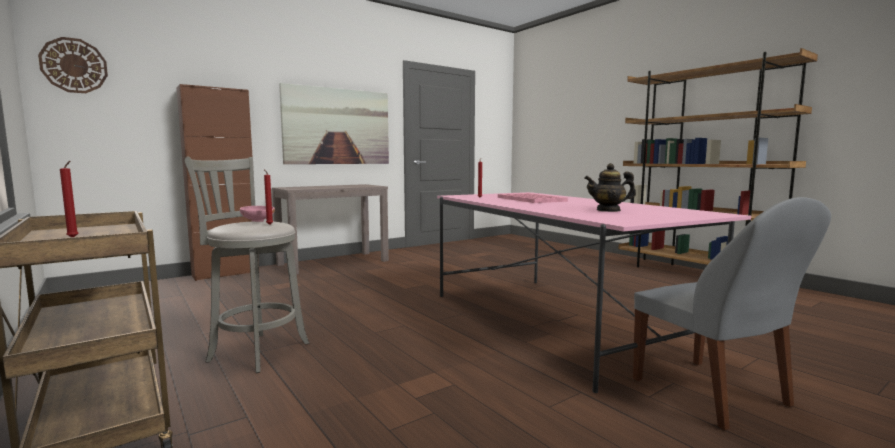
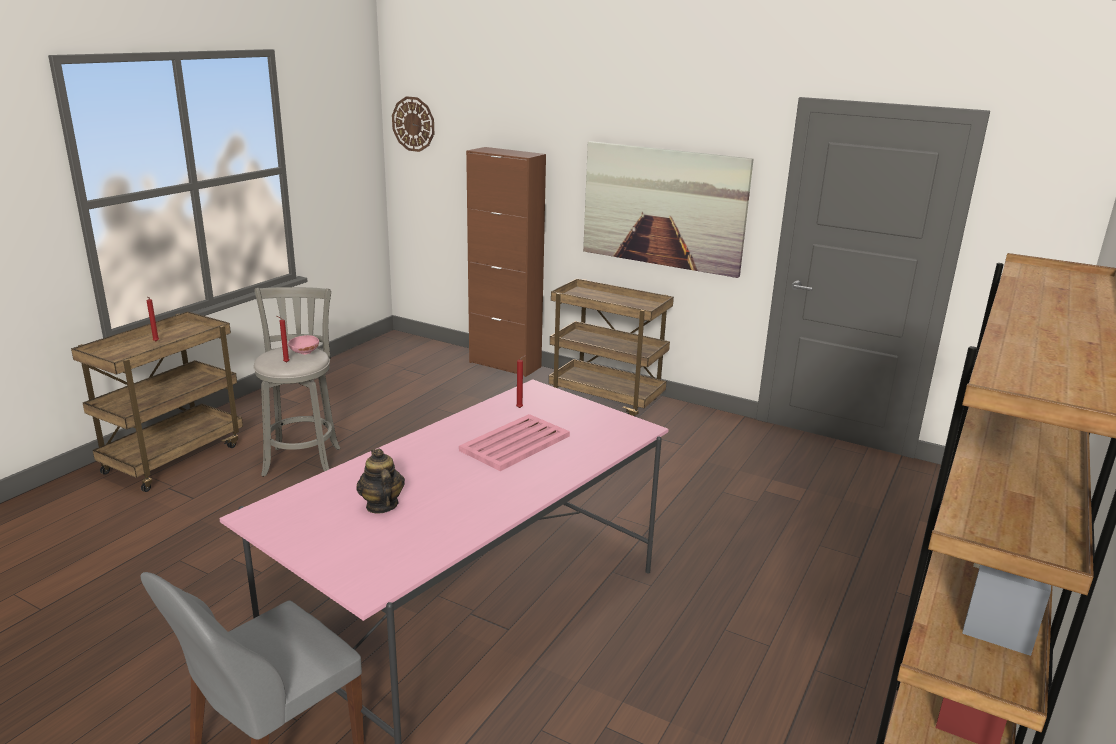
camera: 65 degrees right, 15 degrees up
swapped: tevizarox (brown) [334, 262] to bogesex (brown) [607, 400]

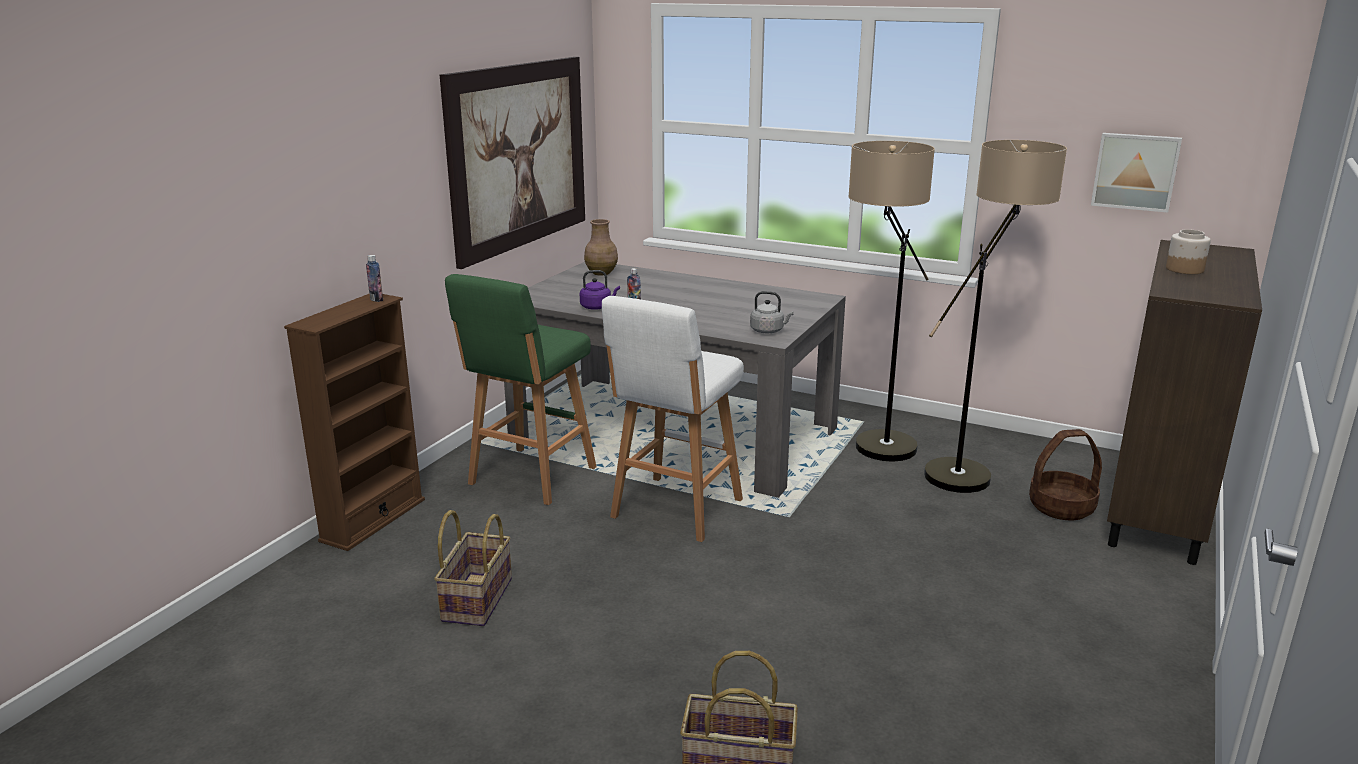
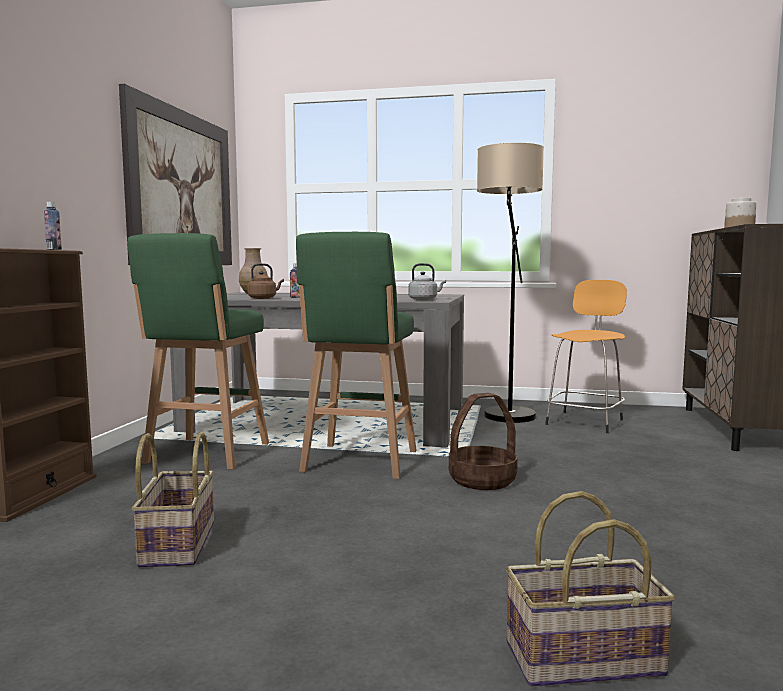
camera: 15 degrees left, 15 degrees down
gone: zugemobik [1135, 171]
shifted: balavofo [1061, 507] to [482, 480]
swapped: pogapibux [971, 469] to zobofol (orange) [585, 421]
repainted: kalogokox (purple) [597, 307] to kalogokox (brown) [263, 298]; zobofol (white) [674, 510] to zobofol (green) [359, 462]

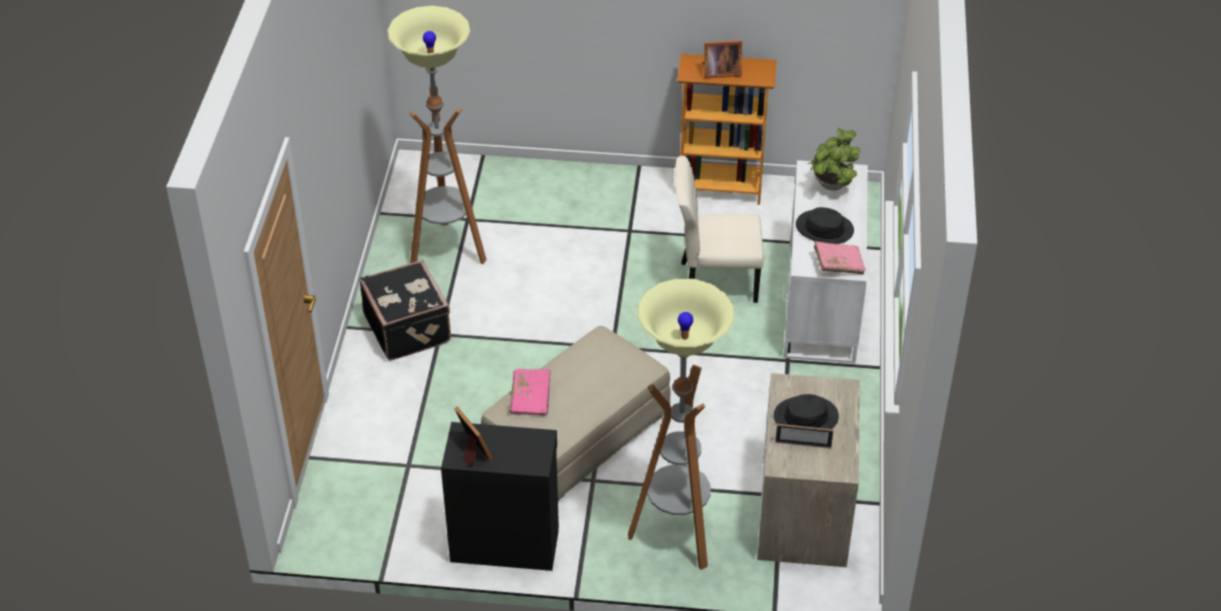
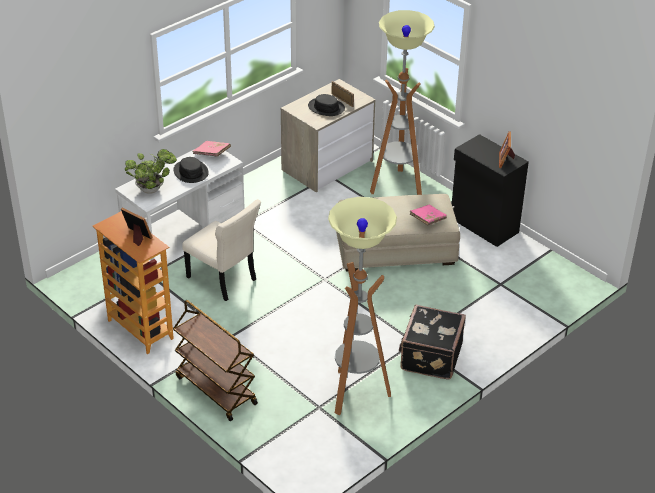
camera: 140 degrees left, 5 degrees down
new: bogesex (brown) [215, 390]

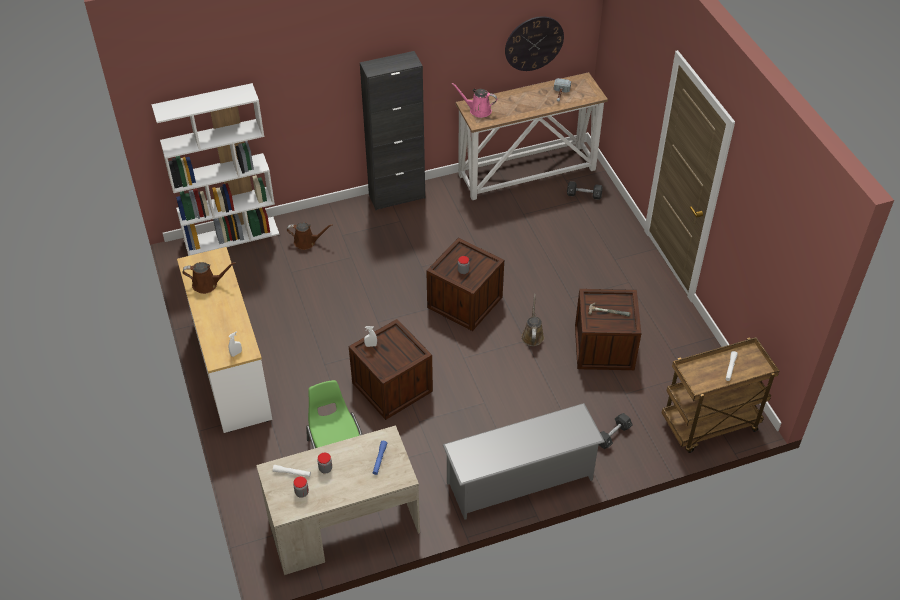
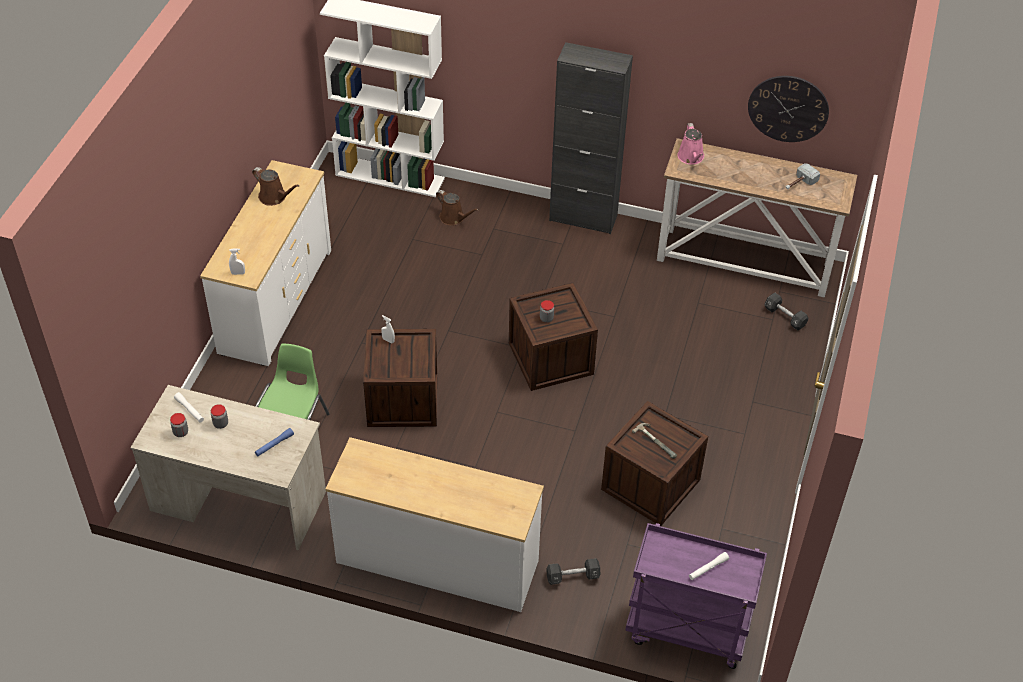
camera: 35 degrees right, 0 degrees up
gone: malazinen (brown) [532, 335]
swapped: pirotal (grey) [520, 481] to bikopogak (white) [437, 562]
repainted: bogesex (brown) [709, 426] to bogesex (purple) [685, 631]
rotated: malazinen (pink) [478, 110] = [691, 157] 150 degrees counterclockwise

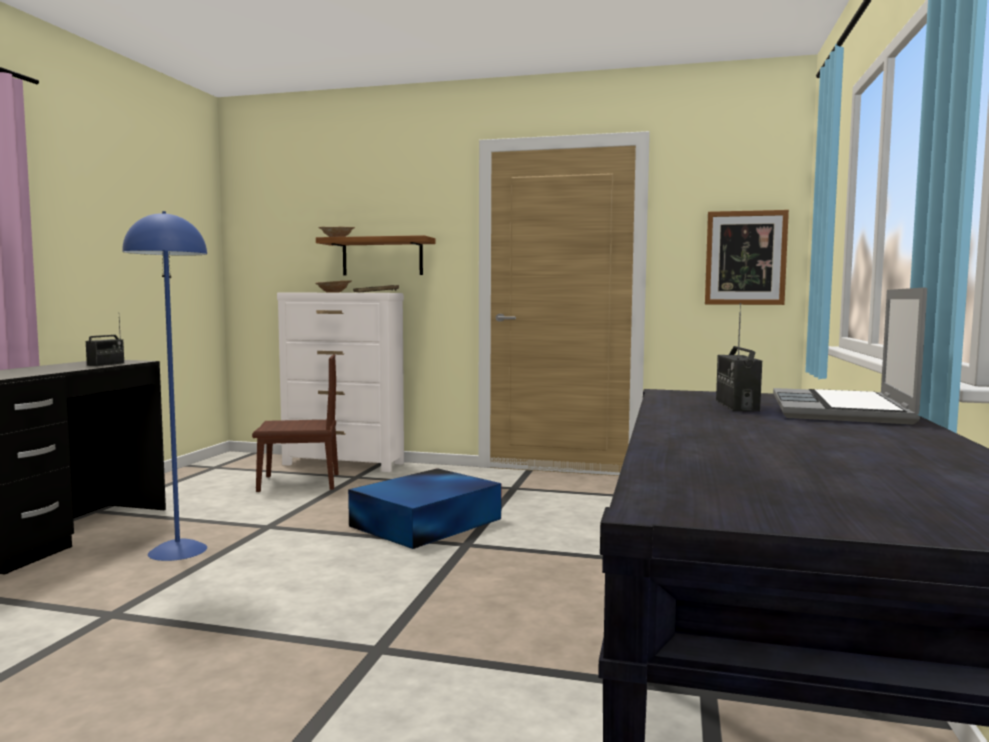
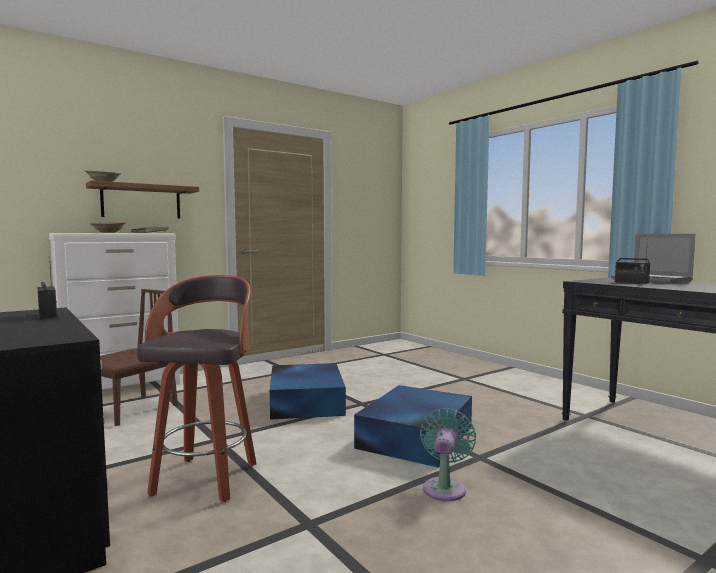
camera: 50 degrees left, 0 degrees up
gone: zugemobik [745, 258]
new: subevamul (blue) [414, 437]; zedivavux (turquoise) [445, 487]
swapped: pogapibux (blue) [178, 551] to zobofol [206, 478]

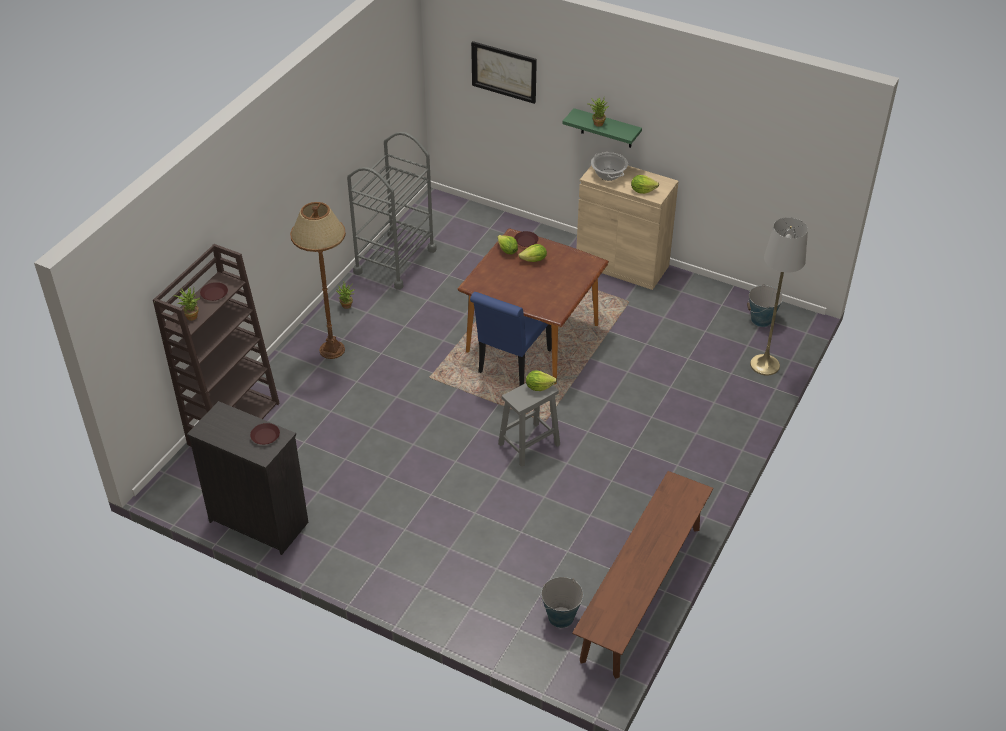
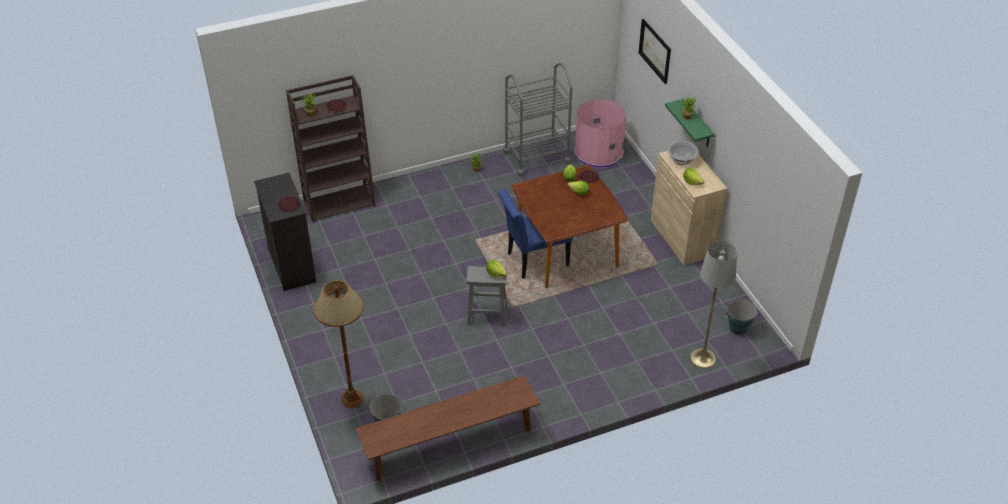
camera: 40 degrees right, 0 degrees up
new: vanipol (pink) [598, 153]
shifted: pogapibux (brown) [332, 350] to [352, 399]

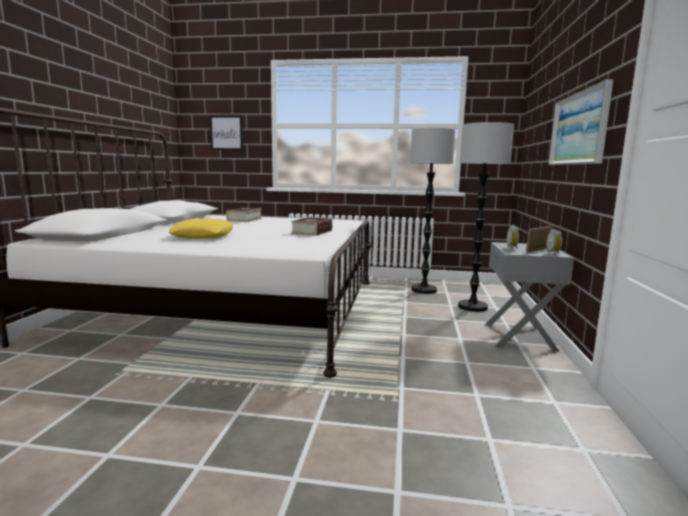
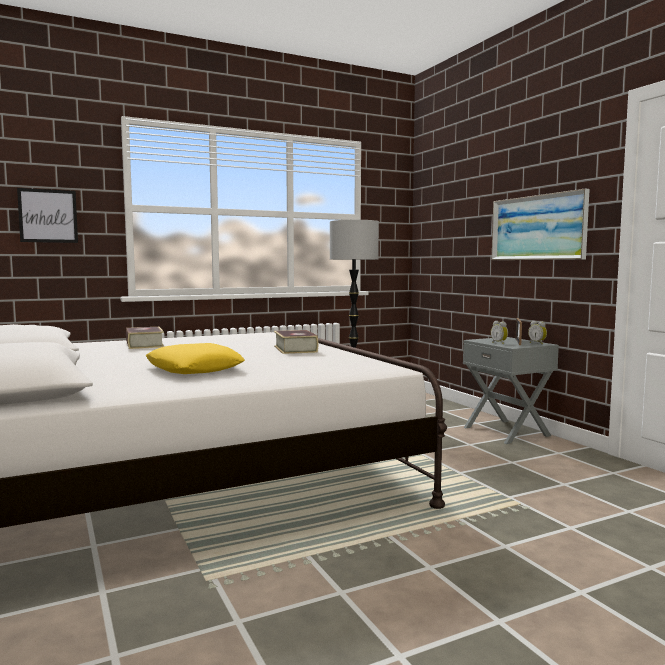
camera: 35 degrees left, 5 degrees down
gone: pogapibux [473, 307]

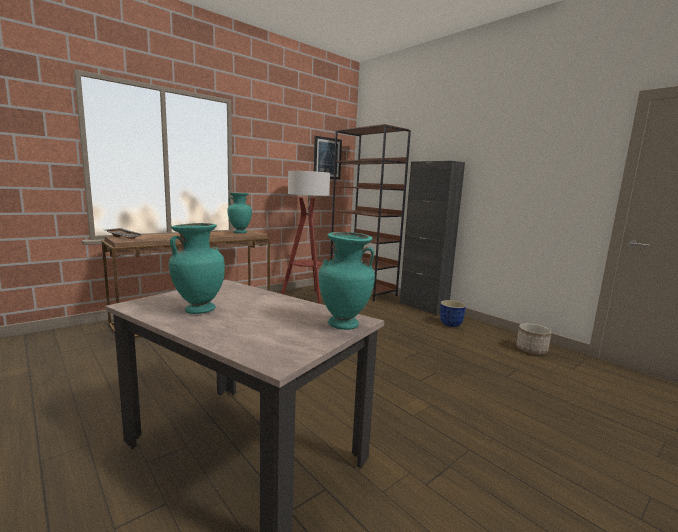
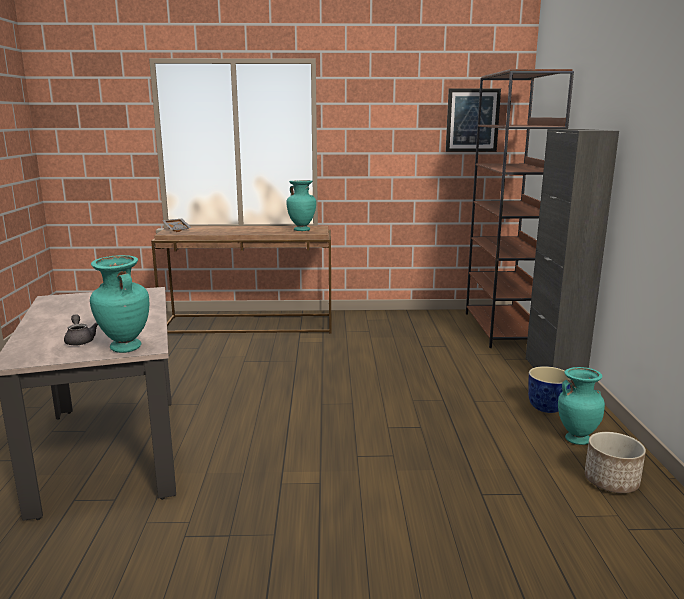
camera: 40 degrees right, 5 degrees up
gone: pogapibux [305, 297]
new: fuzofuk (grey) [80, 340]
shifted: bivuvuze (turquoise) [199, 310] to [576, 439]

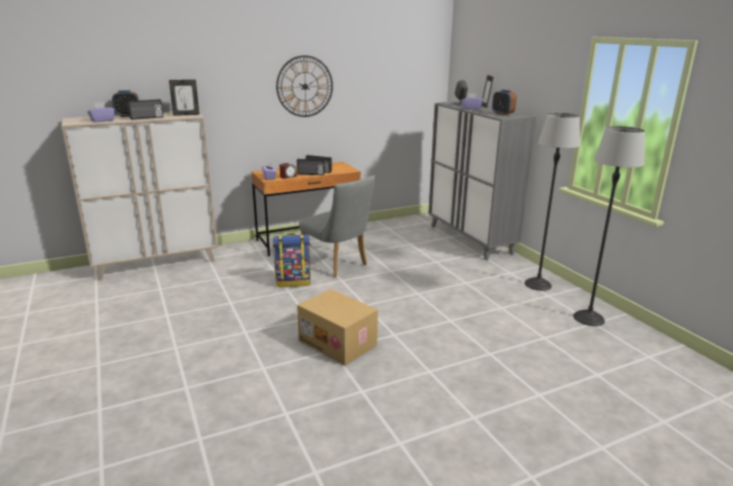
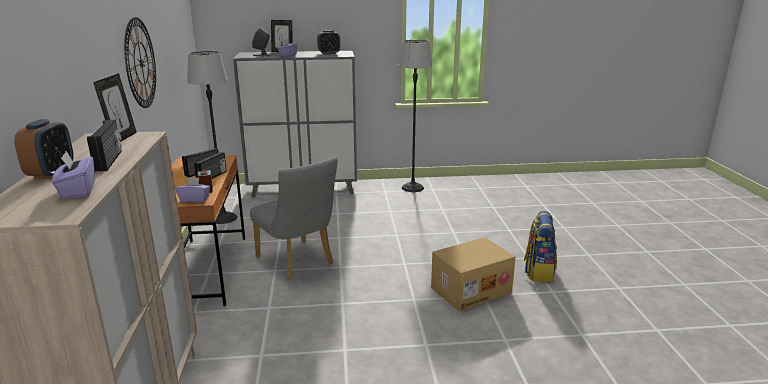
camera: 70 degrees left, 0 degrees up
shifted: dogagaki [293, 282] to [538, 271]; pogapibux [589, 318] to [224, 218]
rotated: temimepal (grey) [338, 264] = [298, 262] 75 degrees clockwise

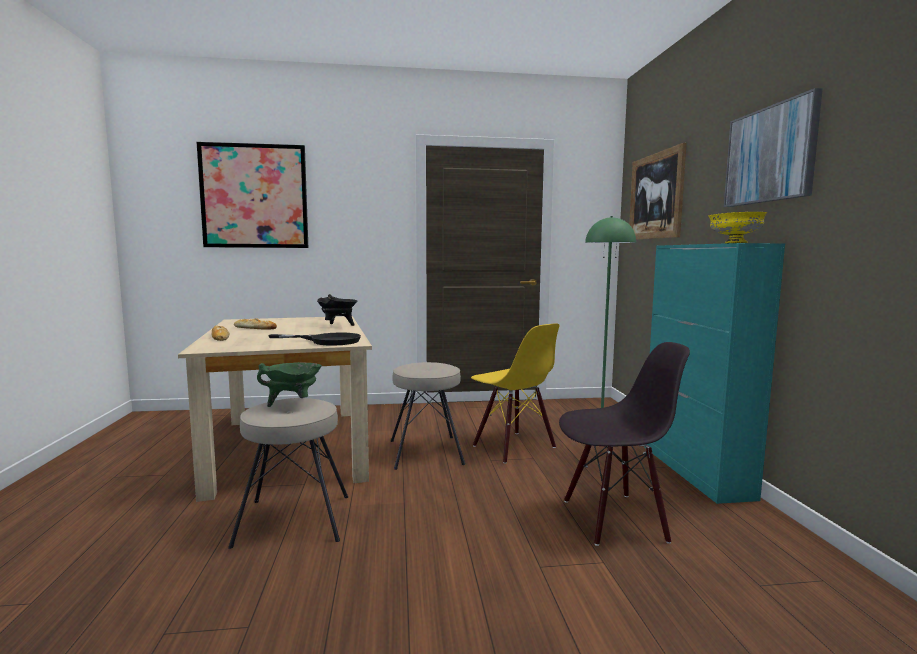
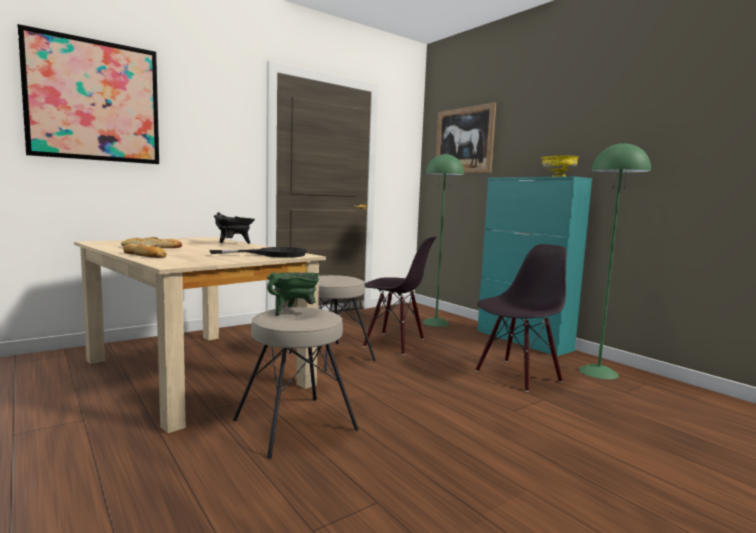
camera: 30 degrees left, 0 degrees up
gone: zugemobik [770, 155]
new: pogapibux (green) [598, 372]
repainted: temimepal (yellow) [513, 447] to temimepal (black) [394, 343]

